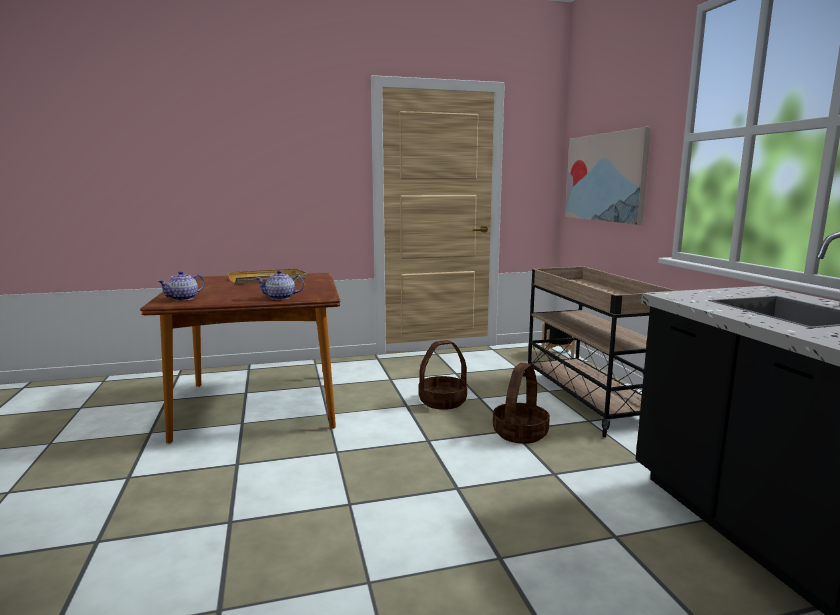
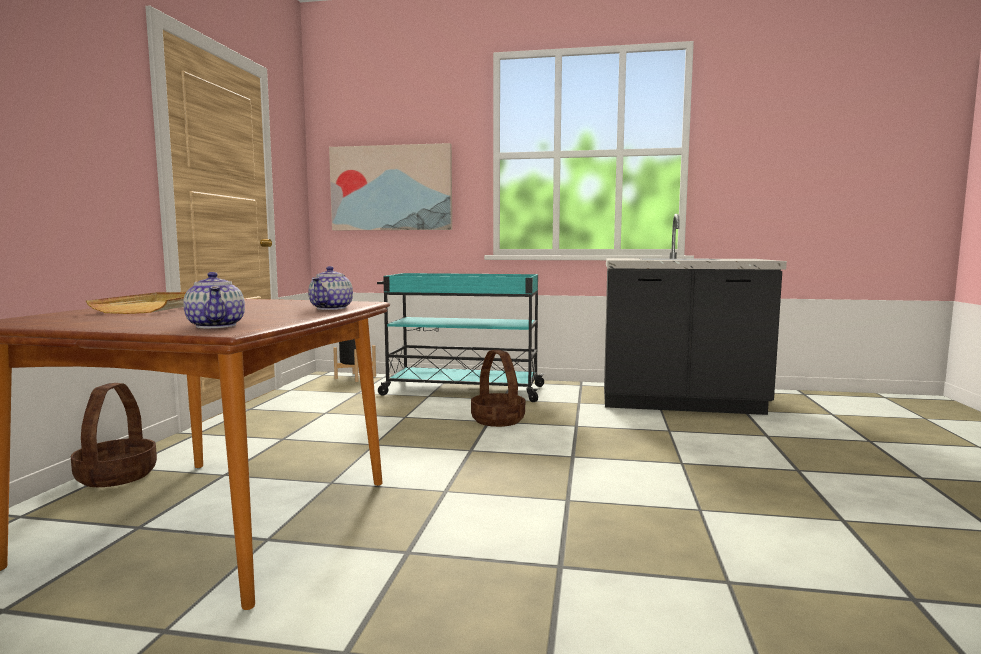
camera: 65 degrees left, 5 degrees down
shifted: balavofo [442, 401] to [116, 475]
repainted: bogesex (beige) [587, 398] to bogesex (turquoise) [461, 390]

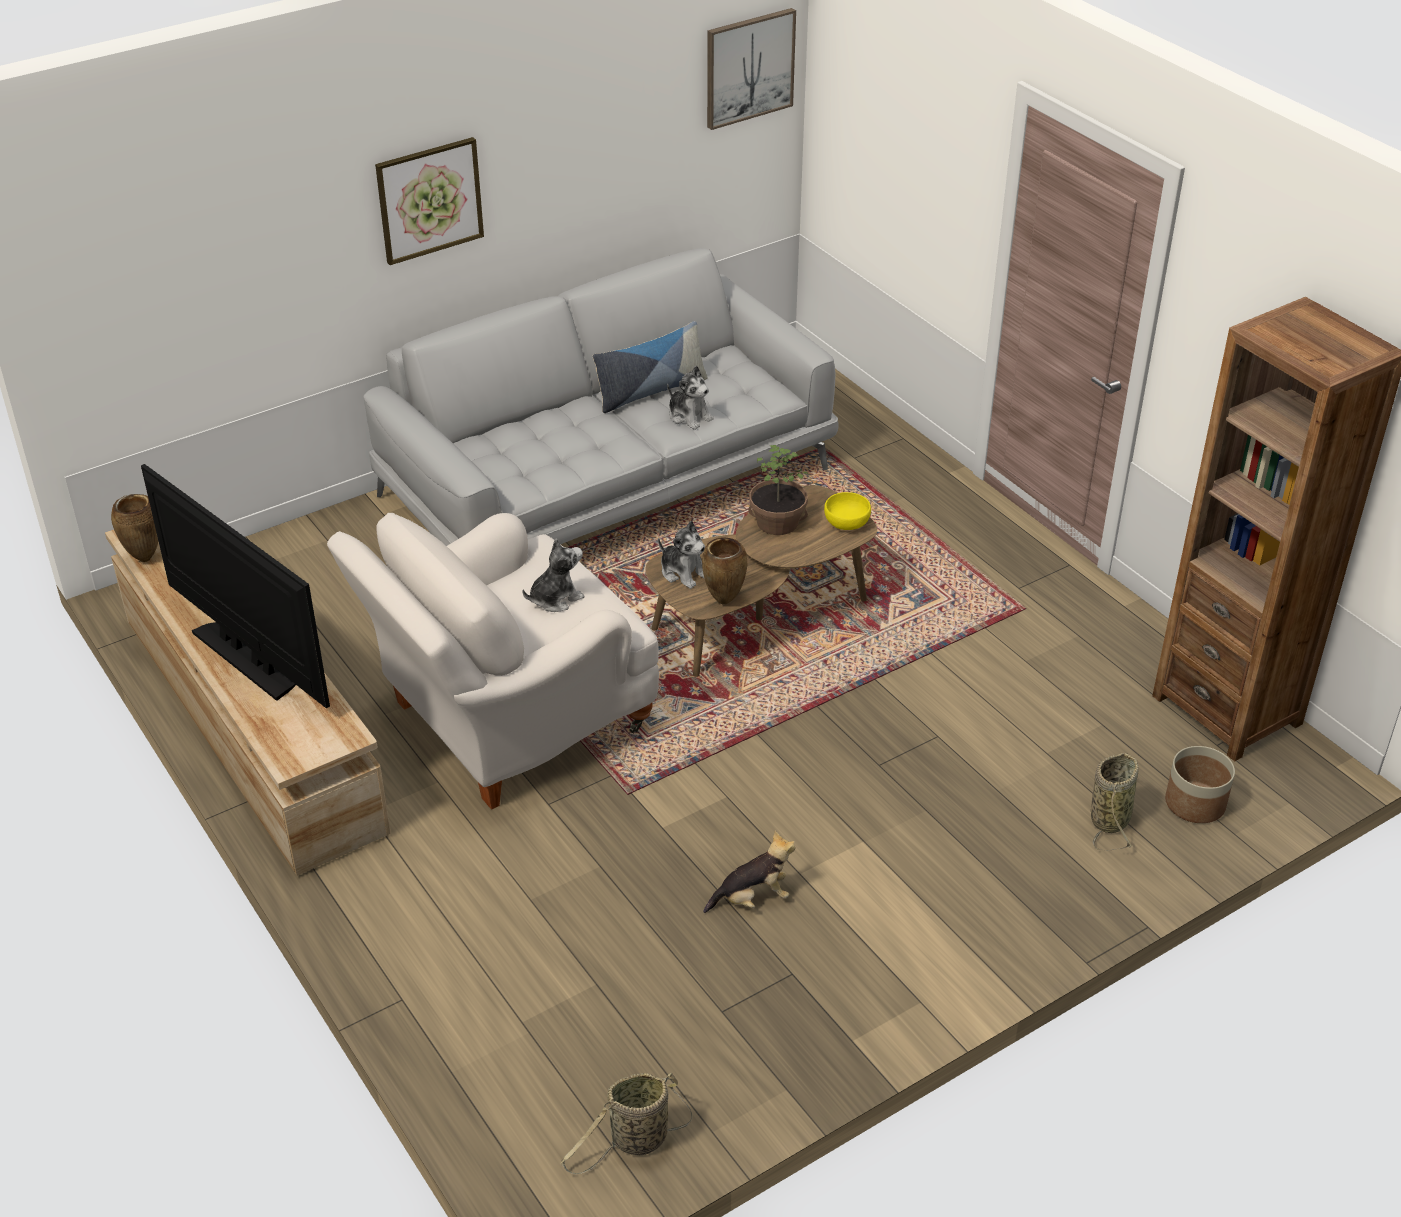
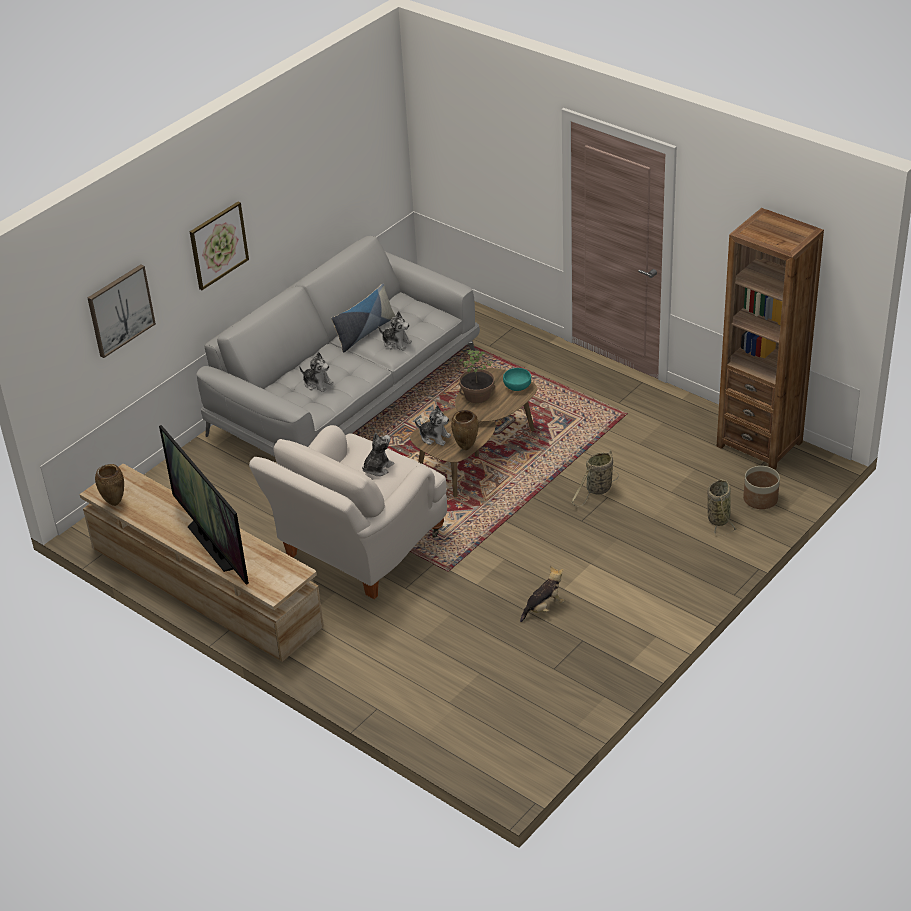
camera: 15 degrees left, 0 degrees up
new: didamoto [317, 383]
shifted: balavofo [635, 1141] to [597, 490]; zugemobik [749, 67] to [120, 310]
repainted: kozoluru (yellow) [846, 522] to kozoluru (turquoise) [517, 386]
rotated: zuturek [245, 659] = [213, 545] 150 degrees counterclockwise

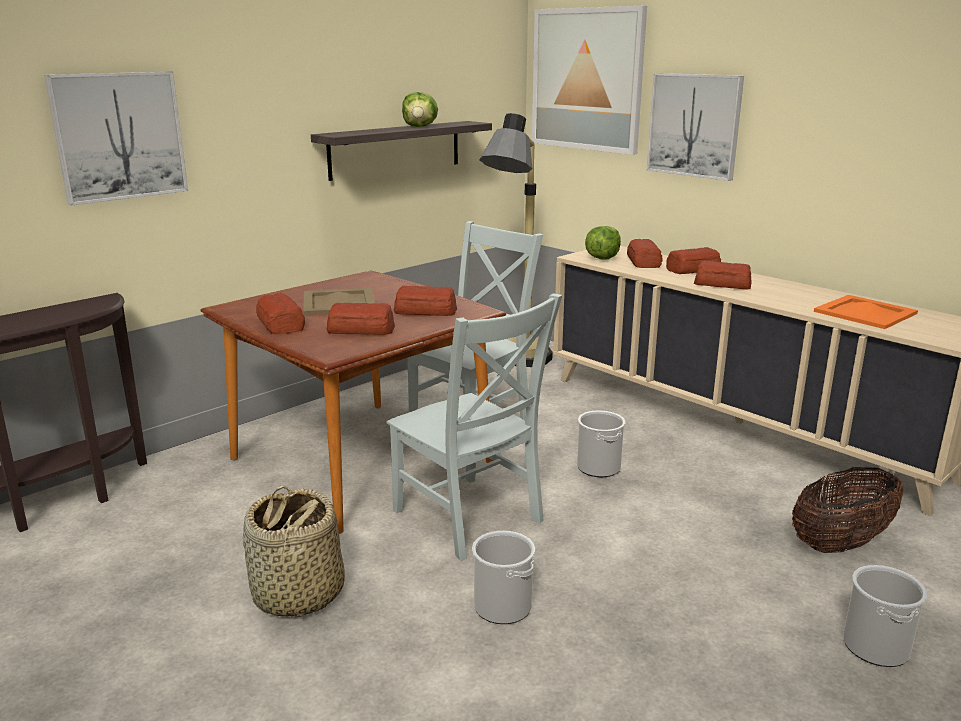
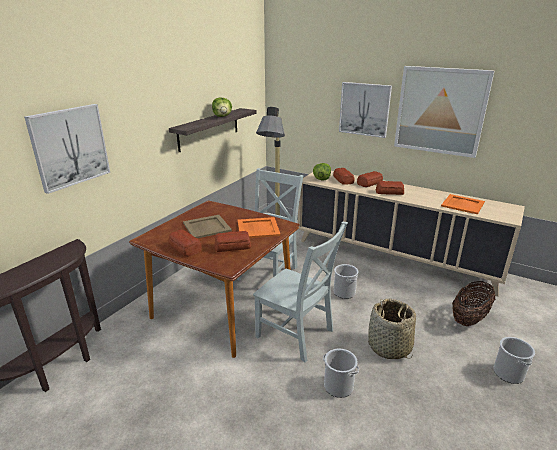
camera: 15 degrees left, 5 degrees up
shifted: balavofo [297, 594] to [389, 347]; zugemobik [587, 79] to [440, 111]
swapped: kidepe [424, 310] to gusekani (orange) [257, 228]

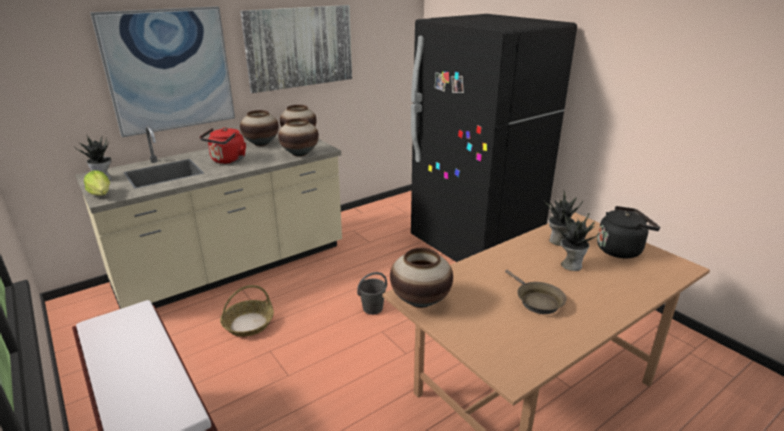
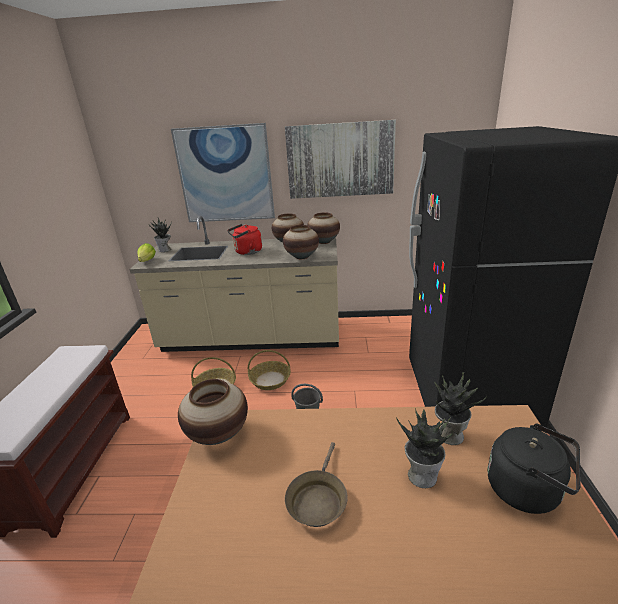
camera: 40 degrees right, 0 degrees up
new: balavofo [270, 380]

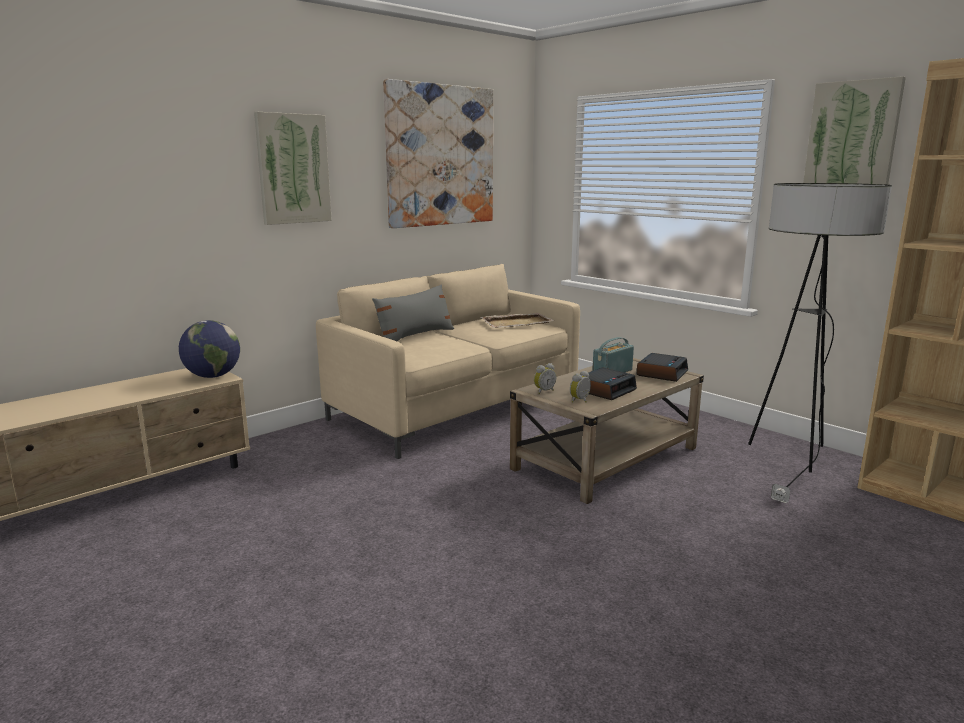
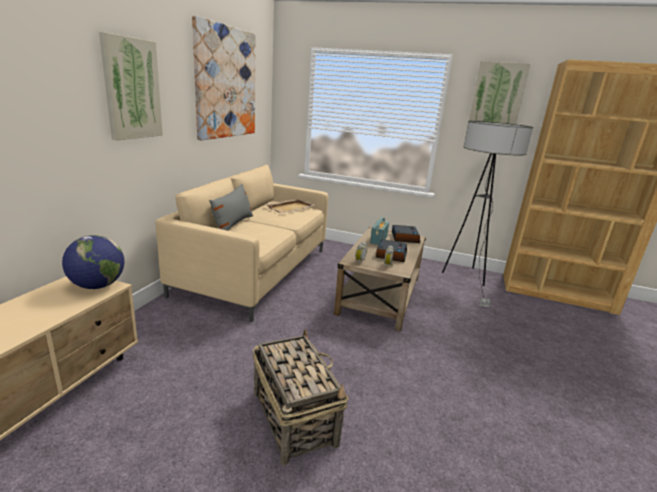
camera: 30 degrees left, 5 degrees up
new: balavofo [294, 417]

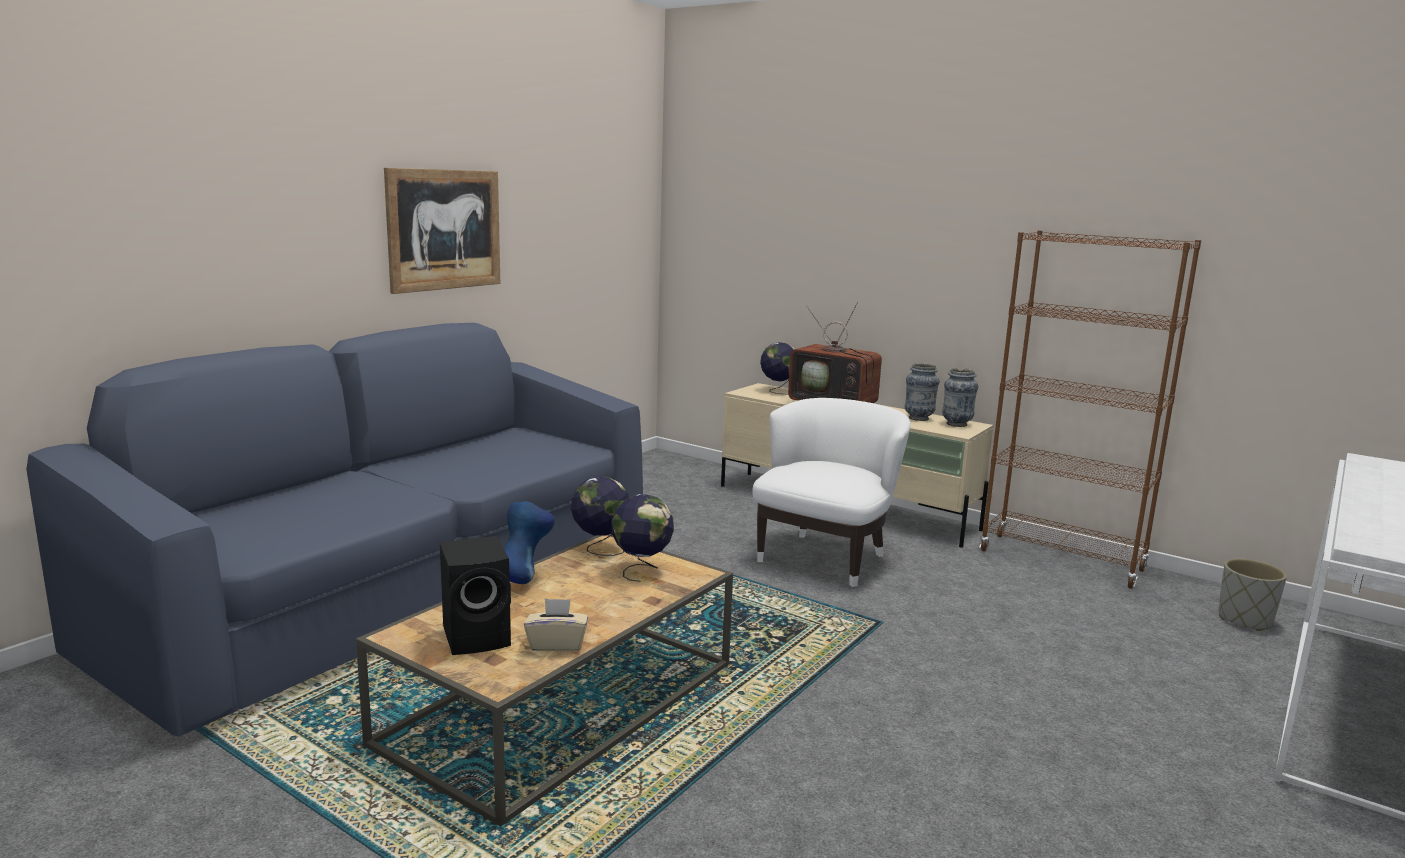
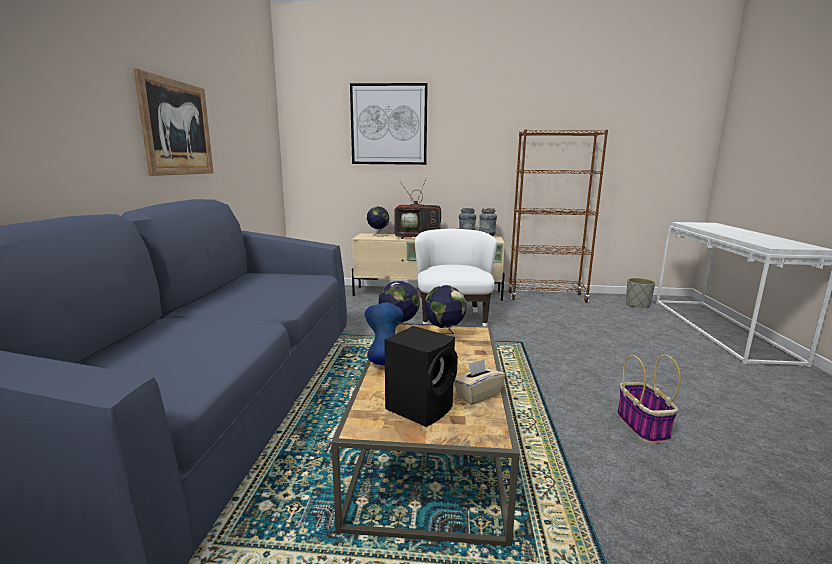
camera: 30 degrees left, 0 degrees up
new: zugemobik [389, 124]; balavofo [643, 426]

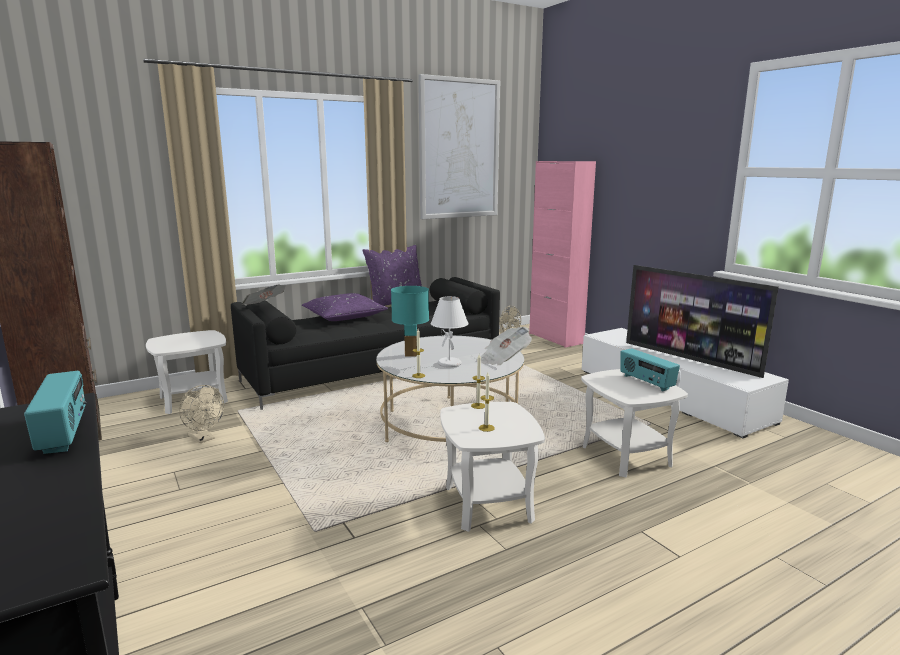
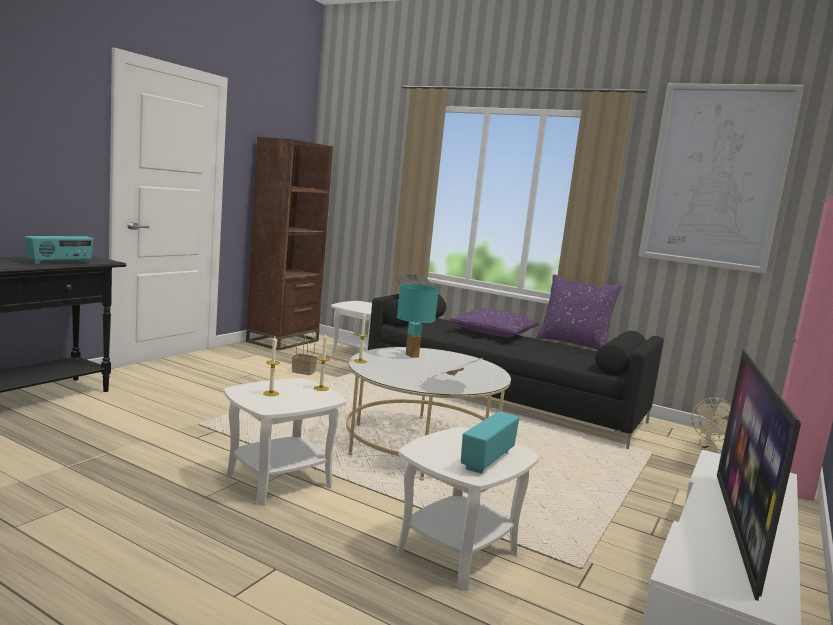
camera: 60 degrees right, 5 degrees down
gone: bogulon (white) [450, 364]
swapped: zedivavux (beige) [204, 438] to balavofo [304, 371]

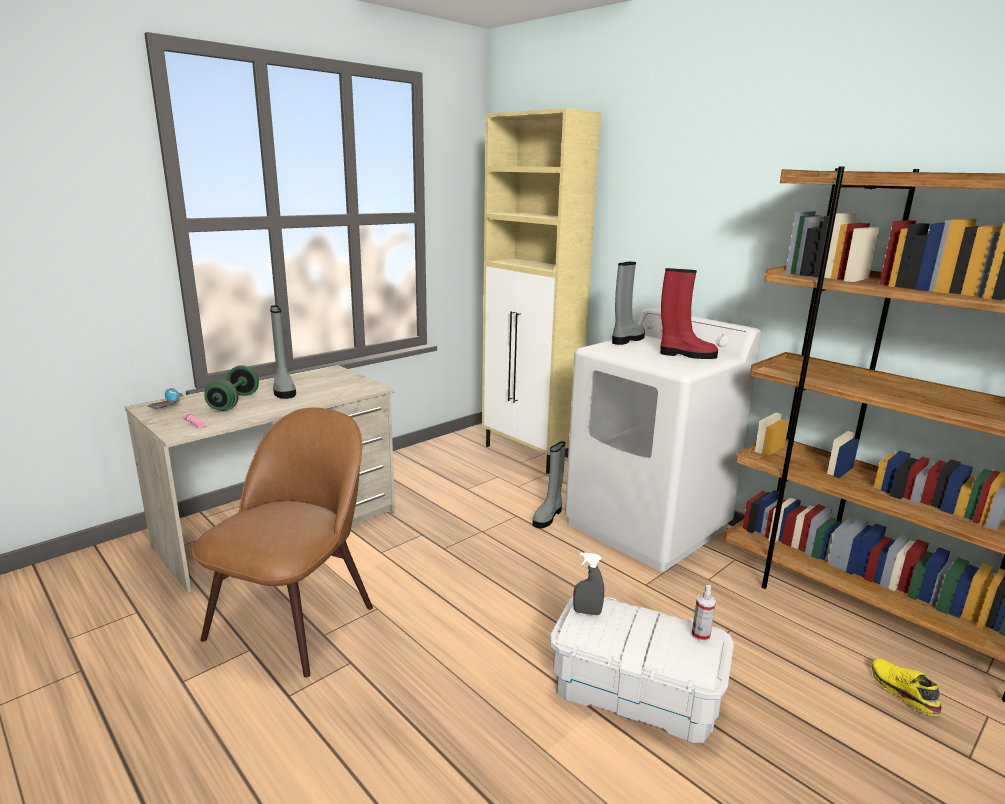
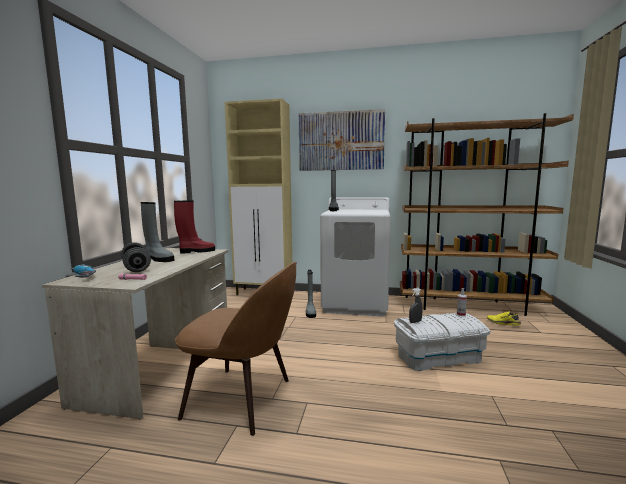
camera: 35 degrees left, 10 degrees down
new: zugemobik [341, 141]
shifted: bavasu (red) [686, 355] to [196, 251]
repainted: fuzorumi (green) [234, 402] to fuzorumi (grey) [136, 268]
rotated: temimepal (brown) [295, 618] = [242, 399] 120 degrees clockwise

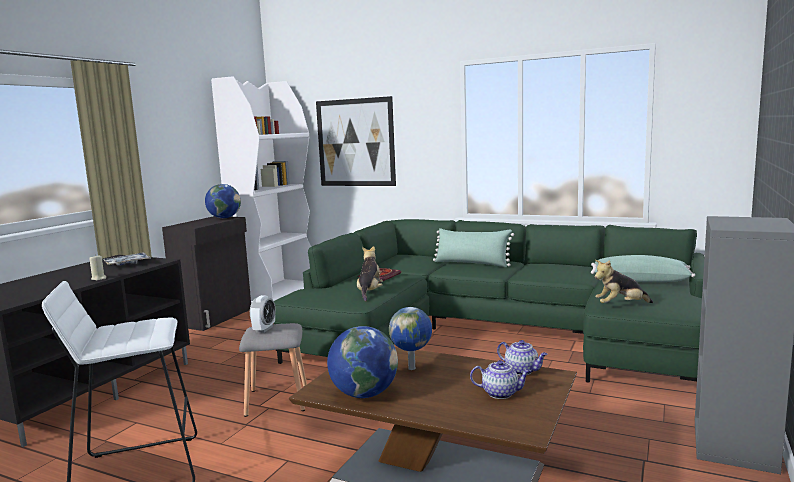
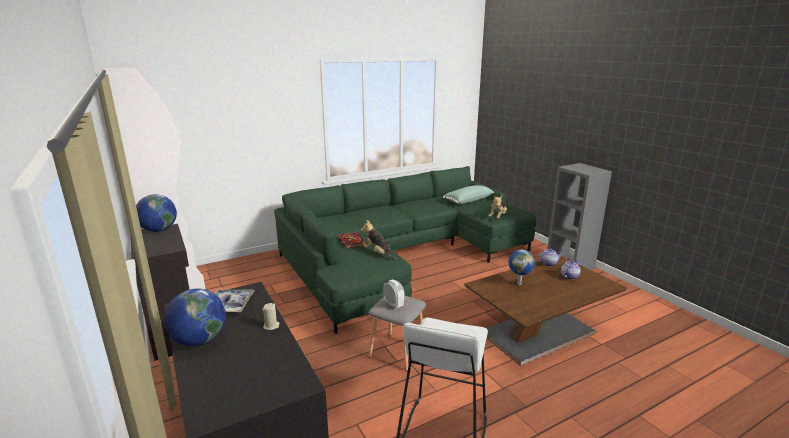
camera: 55 degrees left, 10 degrees up
gone: zugemobik [355, 142]; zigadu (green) [472, 263]
shifted: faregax [364, 394] to [199, 340]

